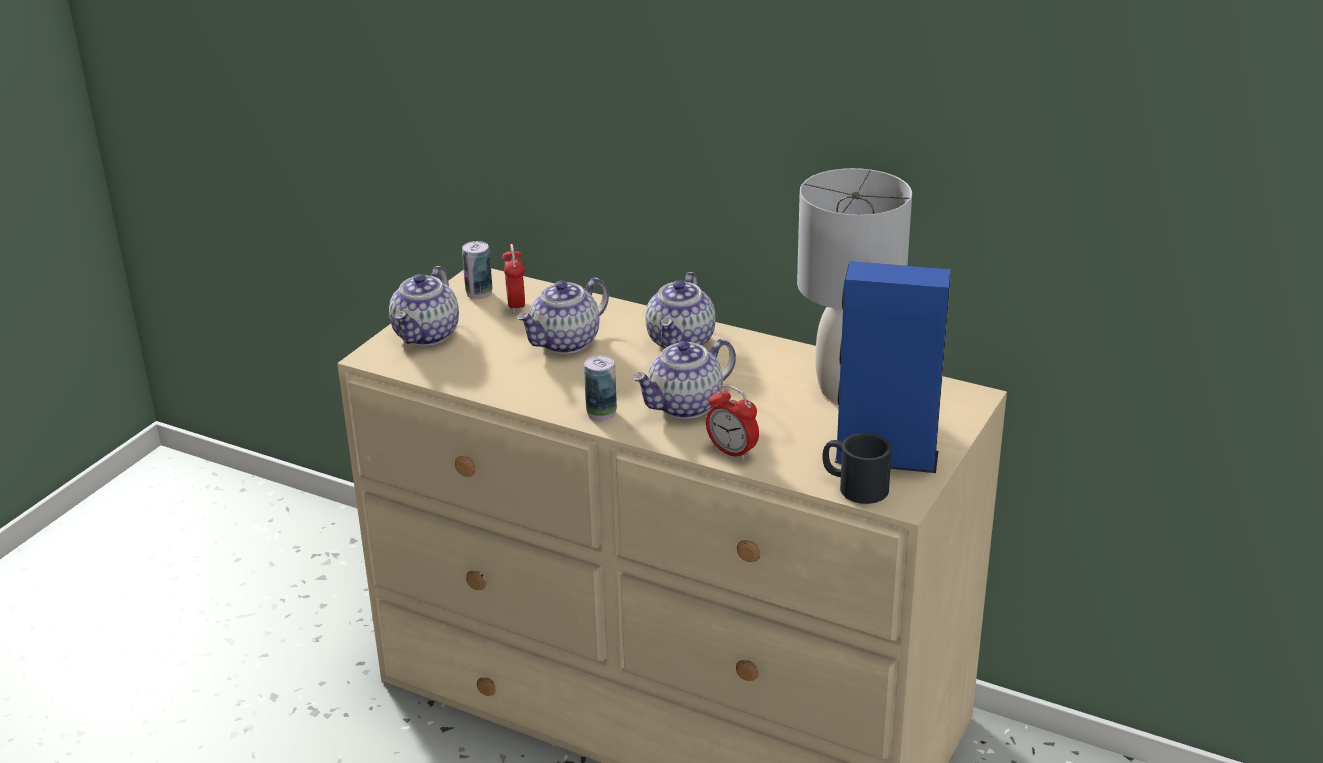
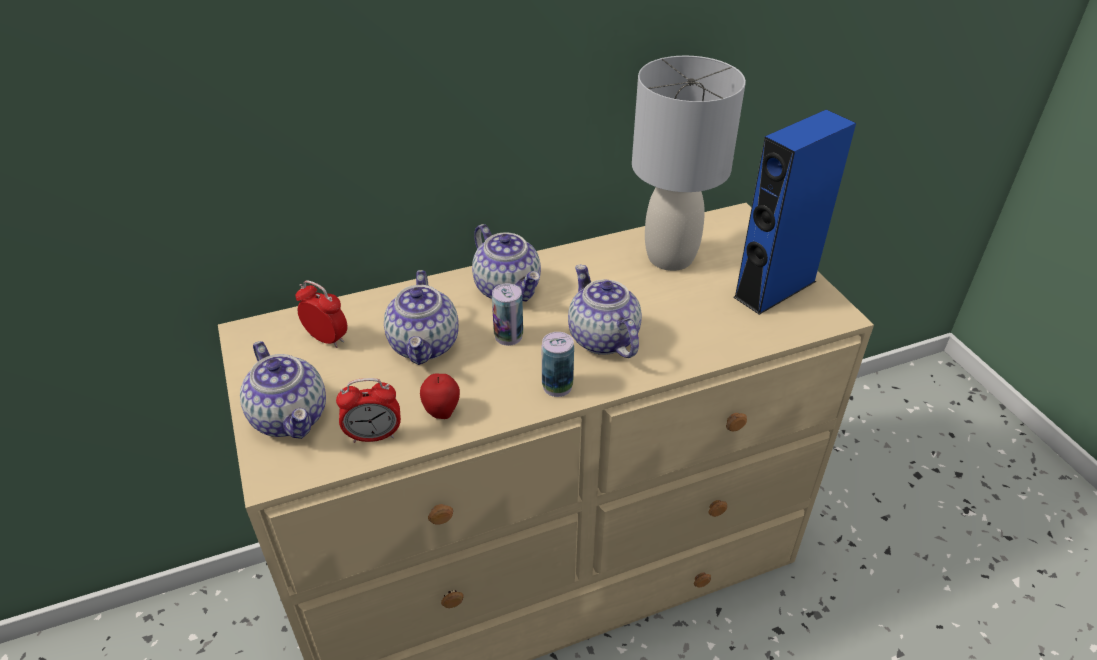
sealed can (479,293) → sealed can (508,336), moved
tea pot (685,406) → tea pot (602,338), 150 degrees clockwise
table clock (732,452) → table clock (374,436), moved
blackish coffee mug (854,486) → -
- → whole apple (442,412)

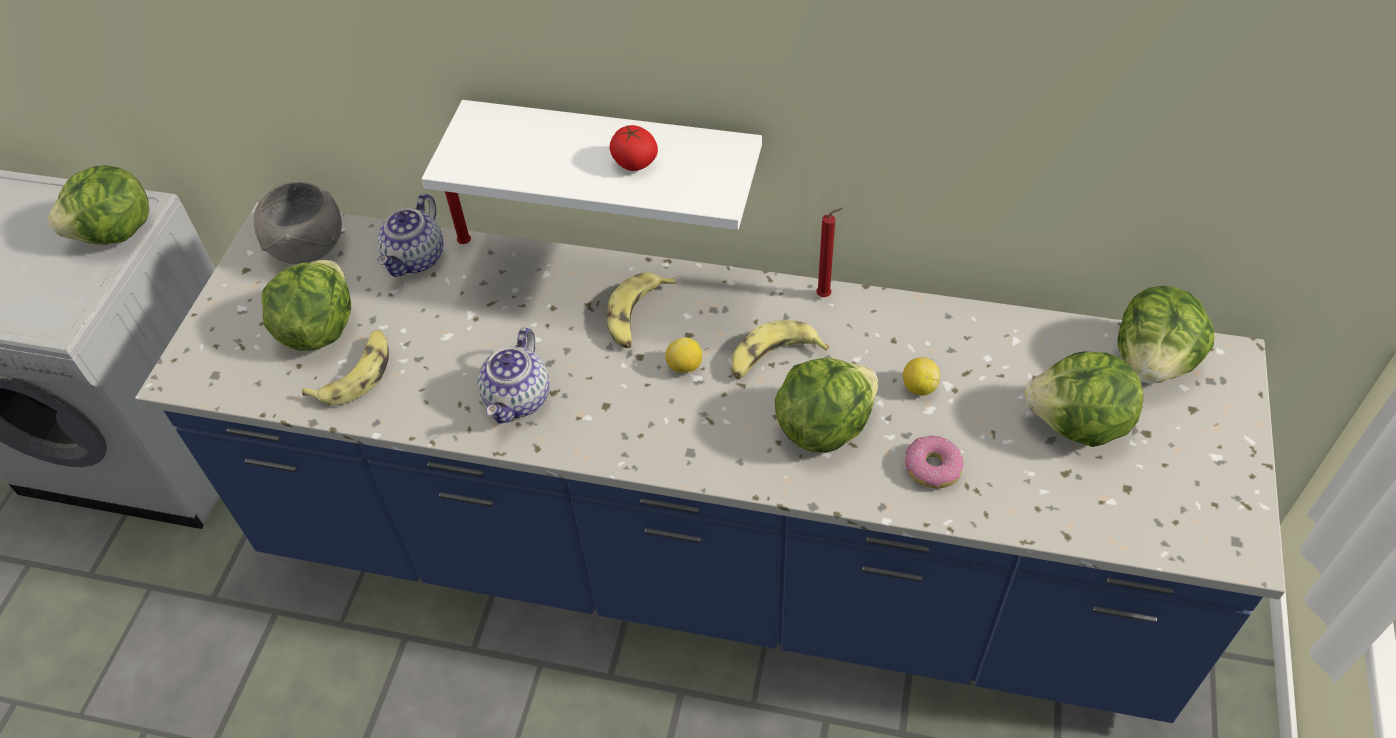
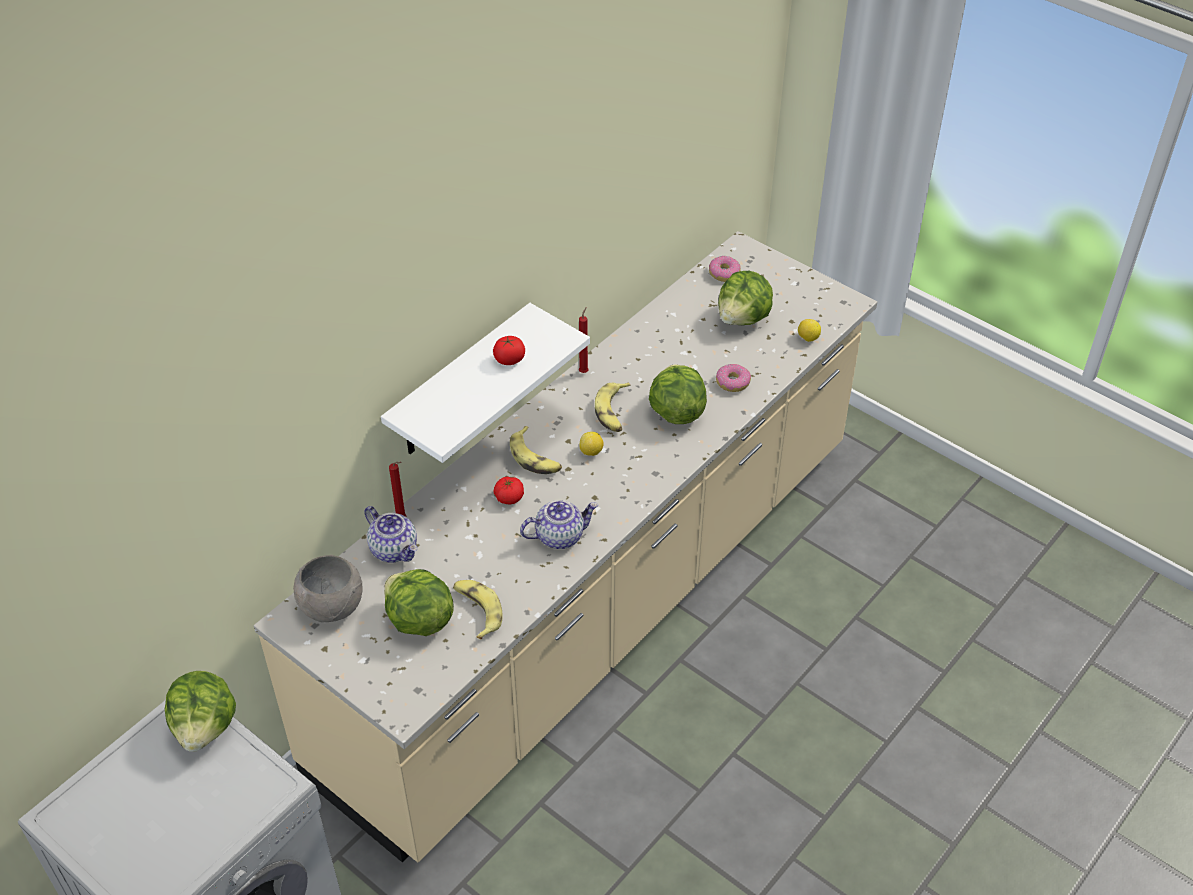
bluish kitchen counter (709,560) → sand-coloured kitchen counter (596,605)
head of lettuce (1153,361) → donut (724,273)
tea pot (518,399) → tea pot (560,535), 60 degrees counterclockwise
lemon (919,387) → lemon (808,338), moved
- → tomato (509,497)

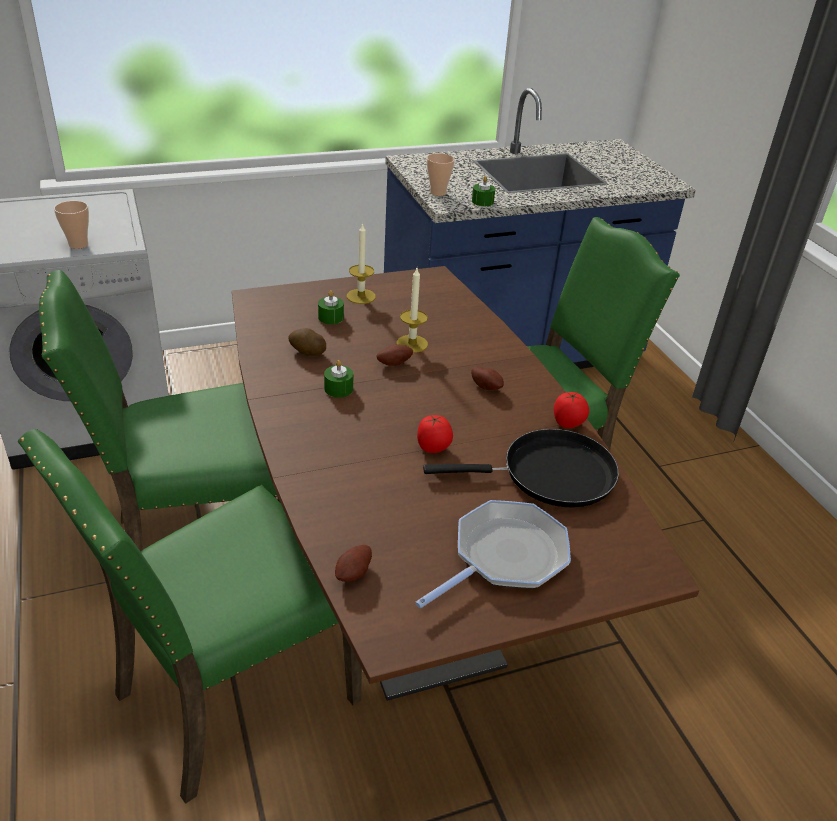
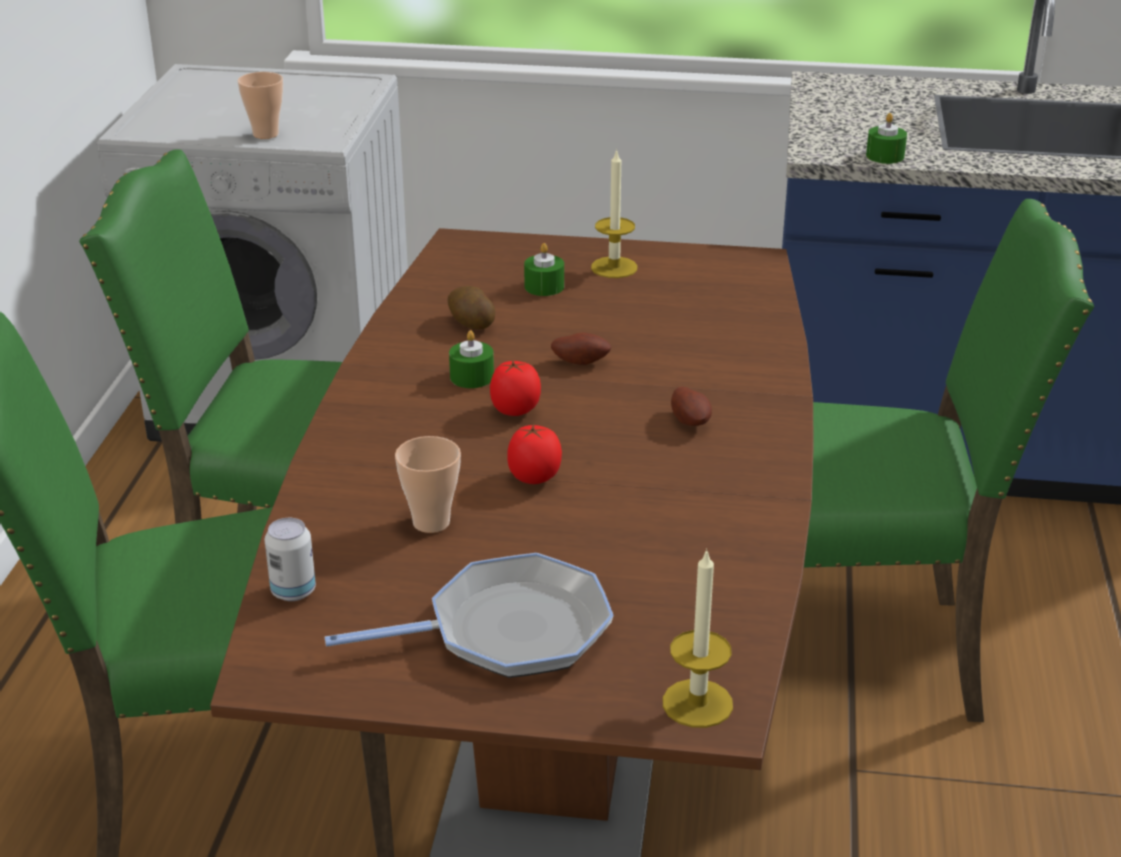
cup (438,193) → cup (431,522), moved
wax light (412,344) → wax light (697,703), moved
tomato (568,424) → tomato (516,411), moved
blackish pan (550,474) → -
spud (354,573) → sealed can (293,591)

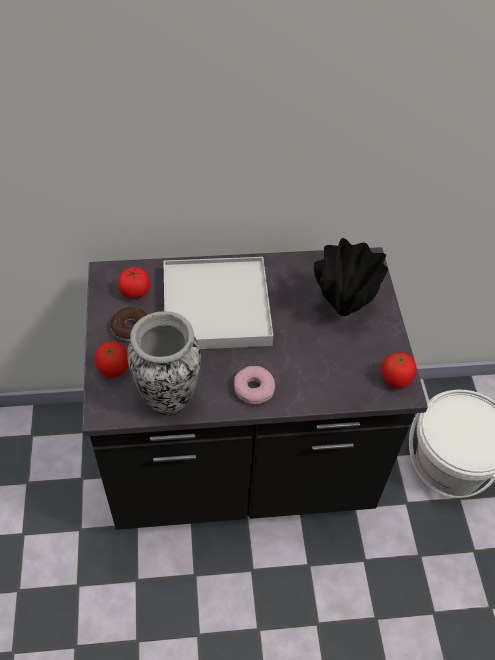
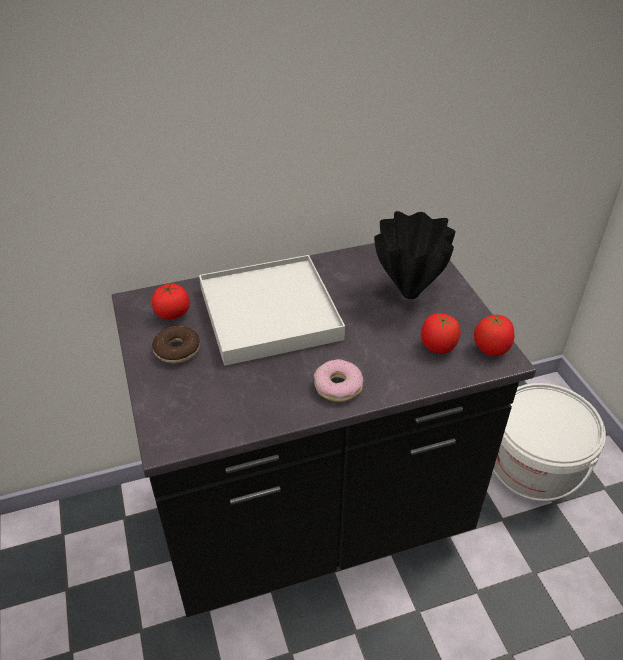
vase (169,398) → -
tomato (113,369) → tomato (437,347), moved

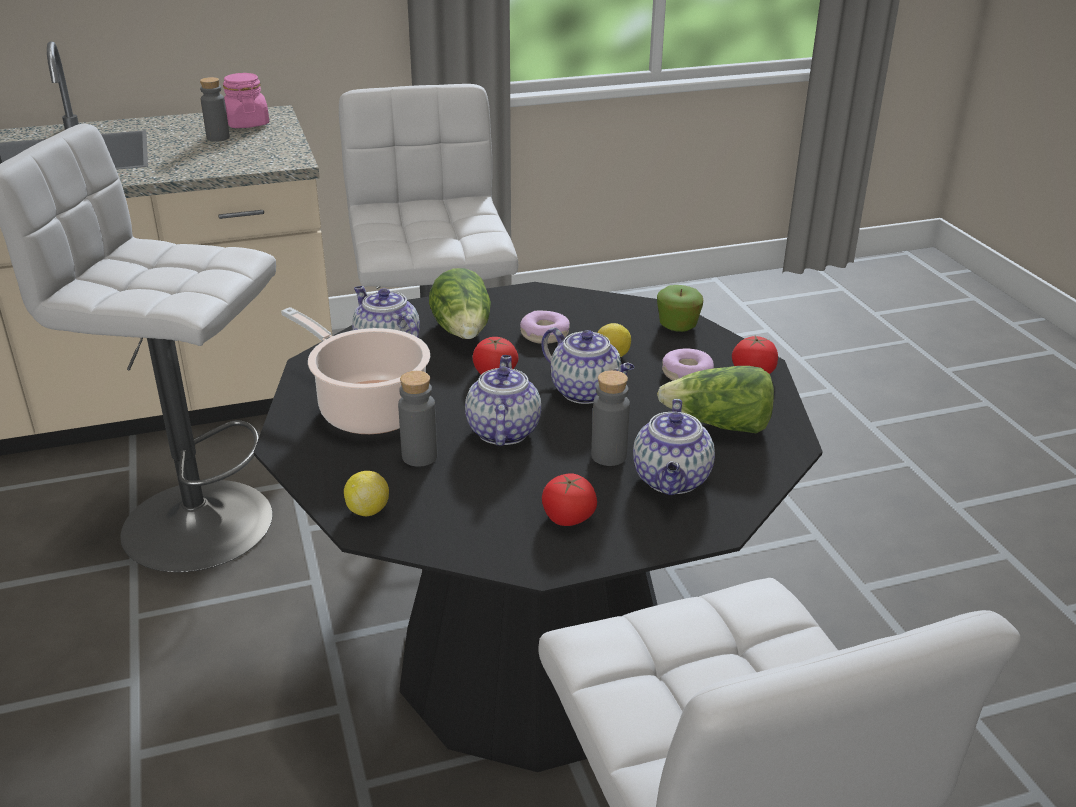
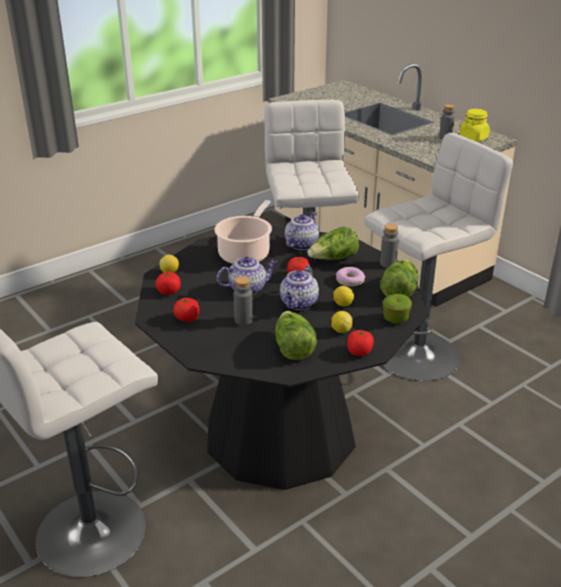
pinkish storage jar (247,124) → yellow-coloured storage jar (473,138)
donut (687,374) → lemon (341,330)
greyish bottle (419,456) → greyish bottle (388,263), moved
tea pot (672,480) → -
- → head of lettuce (398,291)
- → tomato (169,291)

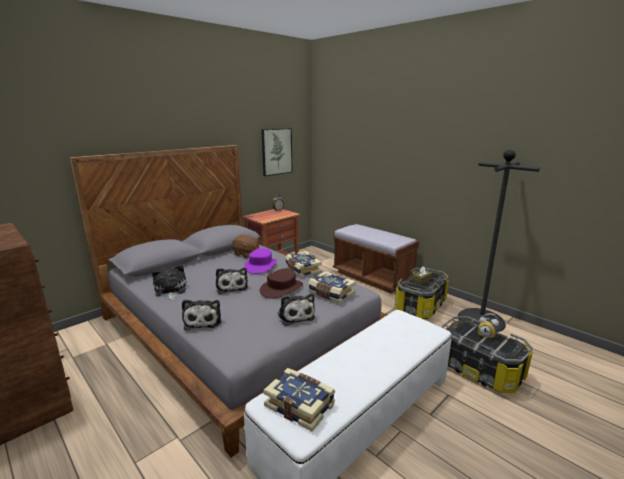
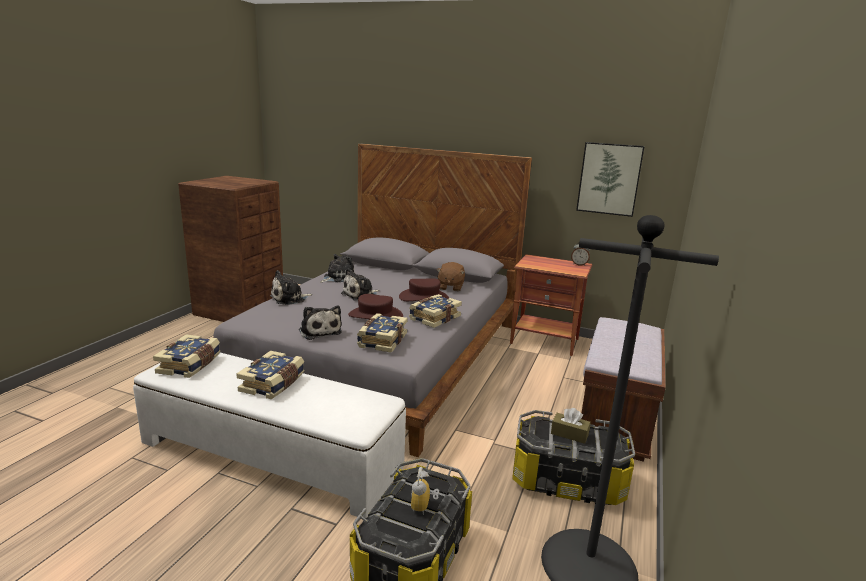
purplish wearable hat (260,265) → brown wearable hat (424,297)
cuddly toy (295,315) → cuddly toy (319,331), 75 degrees counterclockwise
- → bound book (273,384)

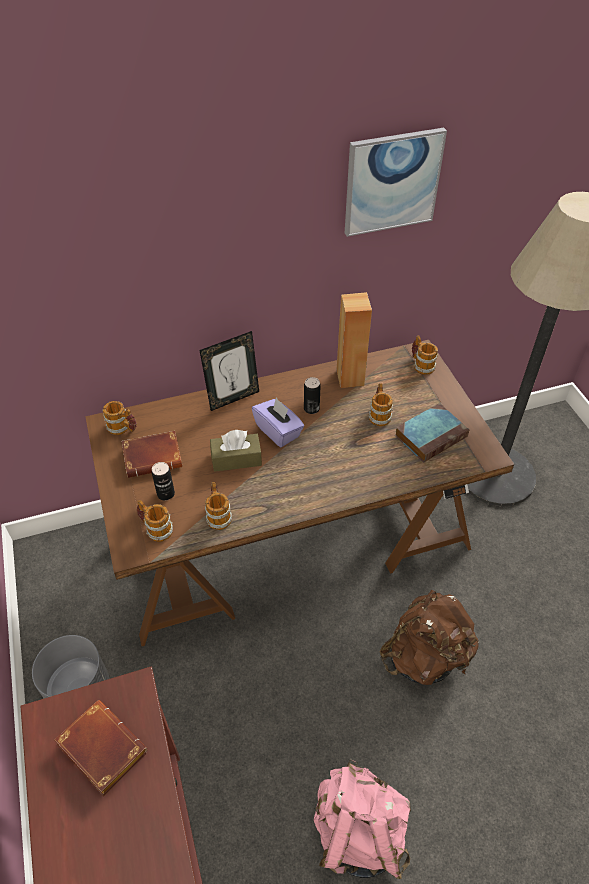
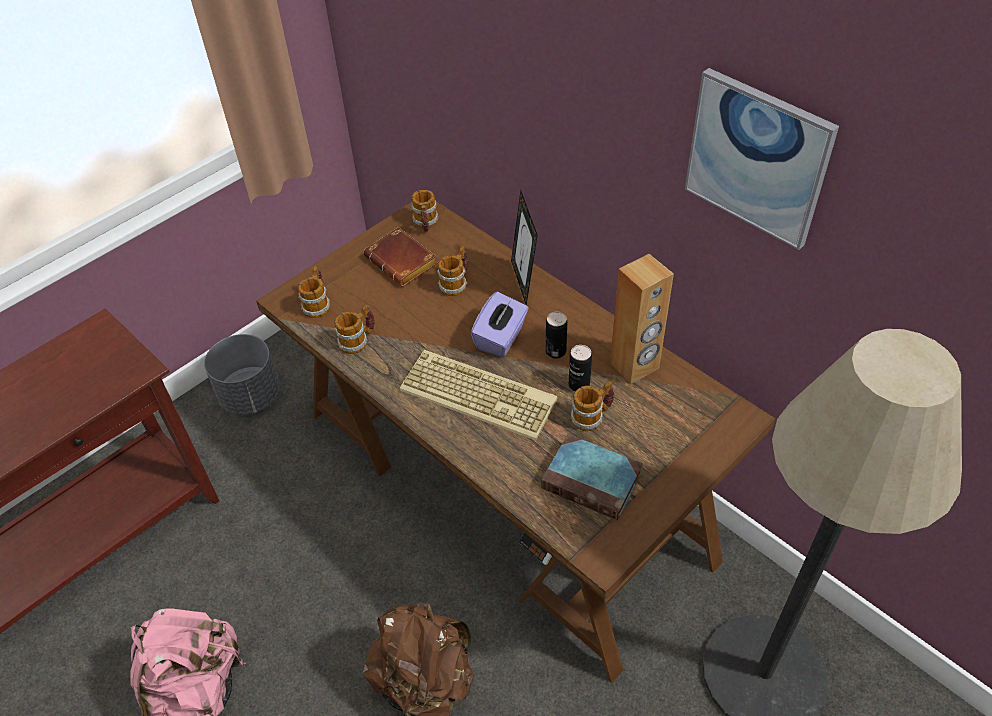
photo frame (233,398) → photo frame (523,282), 45 degrees clockwise
coffee mug (421,365) → coffee mug (456,283), moved
brown box of tissues (236,459) → -
sealed can (166,494) → sealed can (579,385), moved
brown bound book (99,749) → -
- → keyboard (480,394)

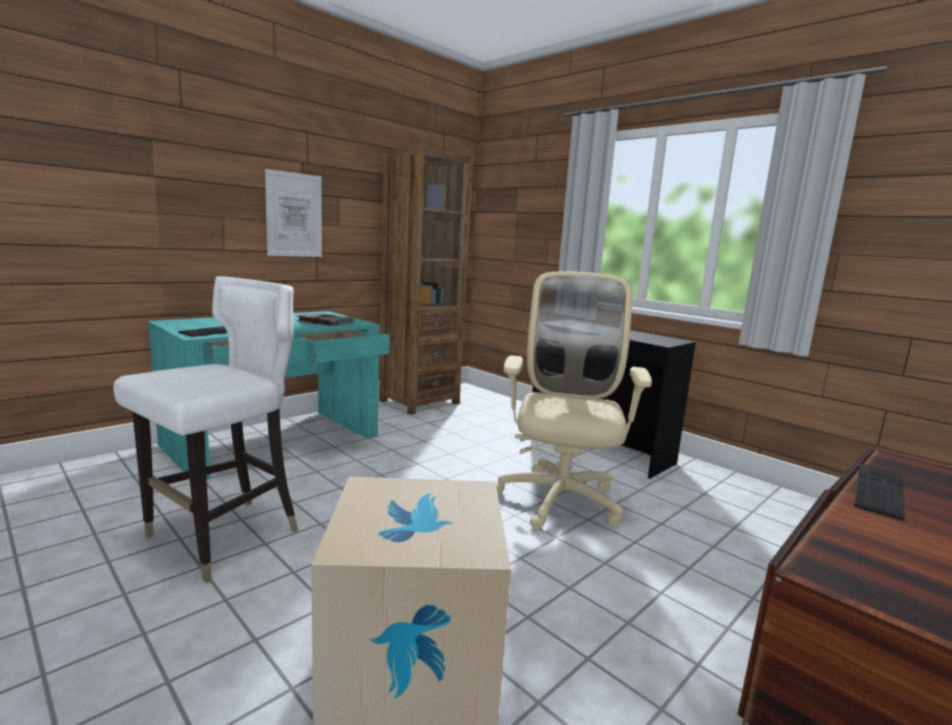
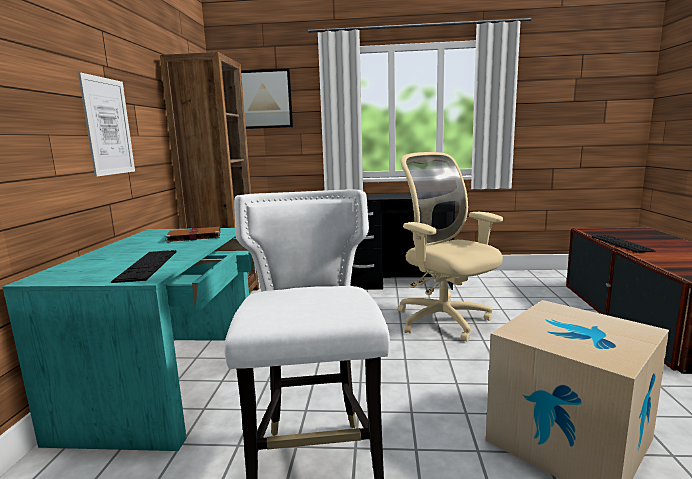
greyish bound book (324,321) → brown bound book (193,236)
- → wall picture (264,99)

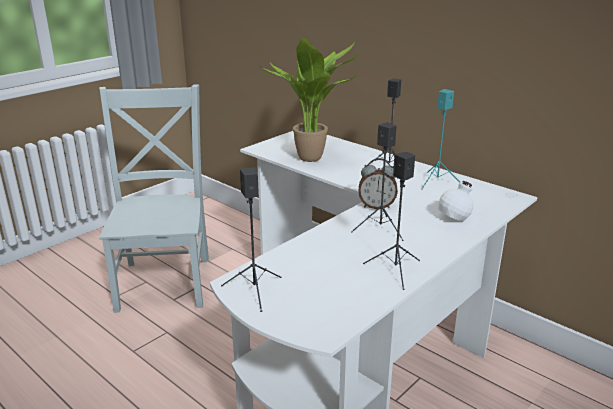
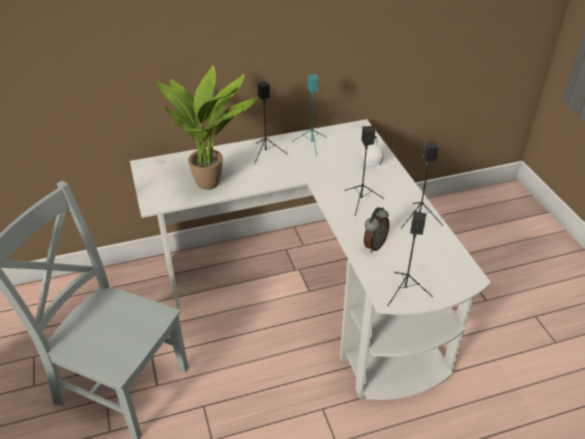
table clock (376,206) → table clock (374,245), moved

